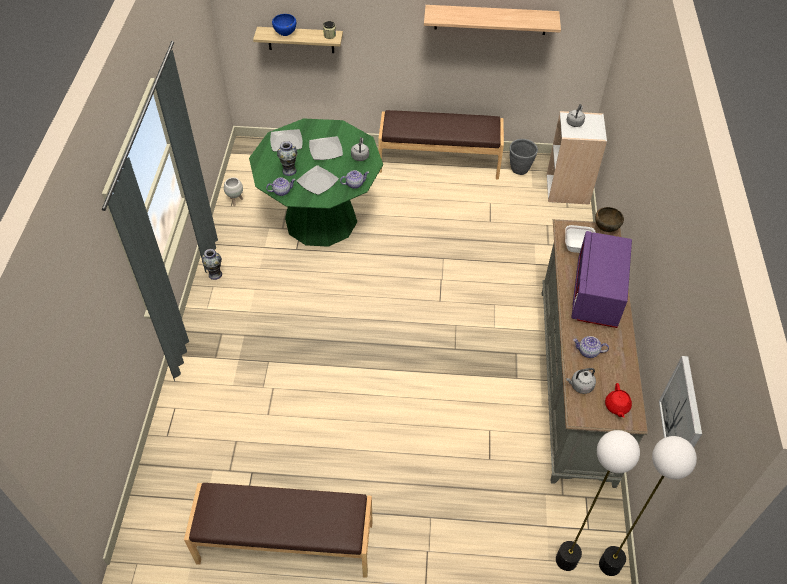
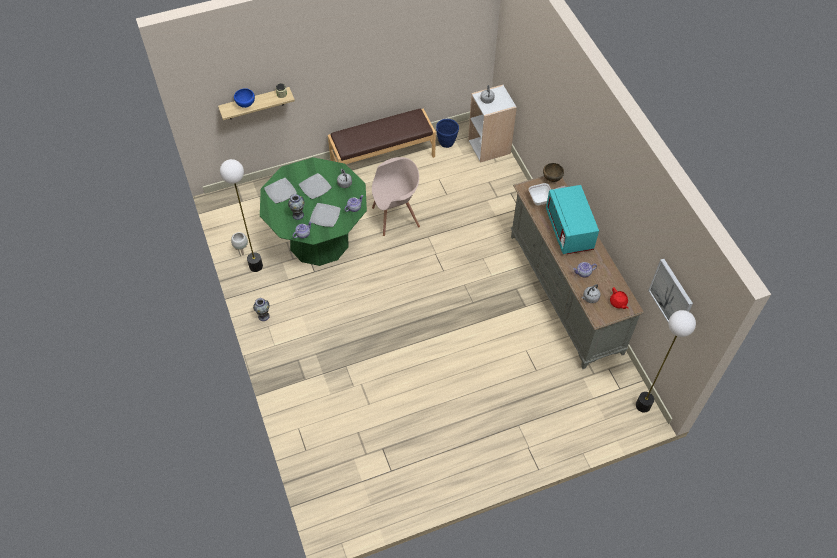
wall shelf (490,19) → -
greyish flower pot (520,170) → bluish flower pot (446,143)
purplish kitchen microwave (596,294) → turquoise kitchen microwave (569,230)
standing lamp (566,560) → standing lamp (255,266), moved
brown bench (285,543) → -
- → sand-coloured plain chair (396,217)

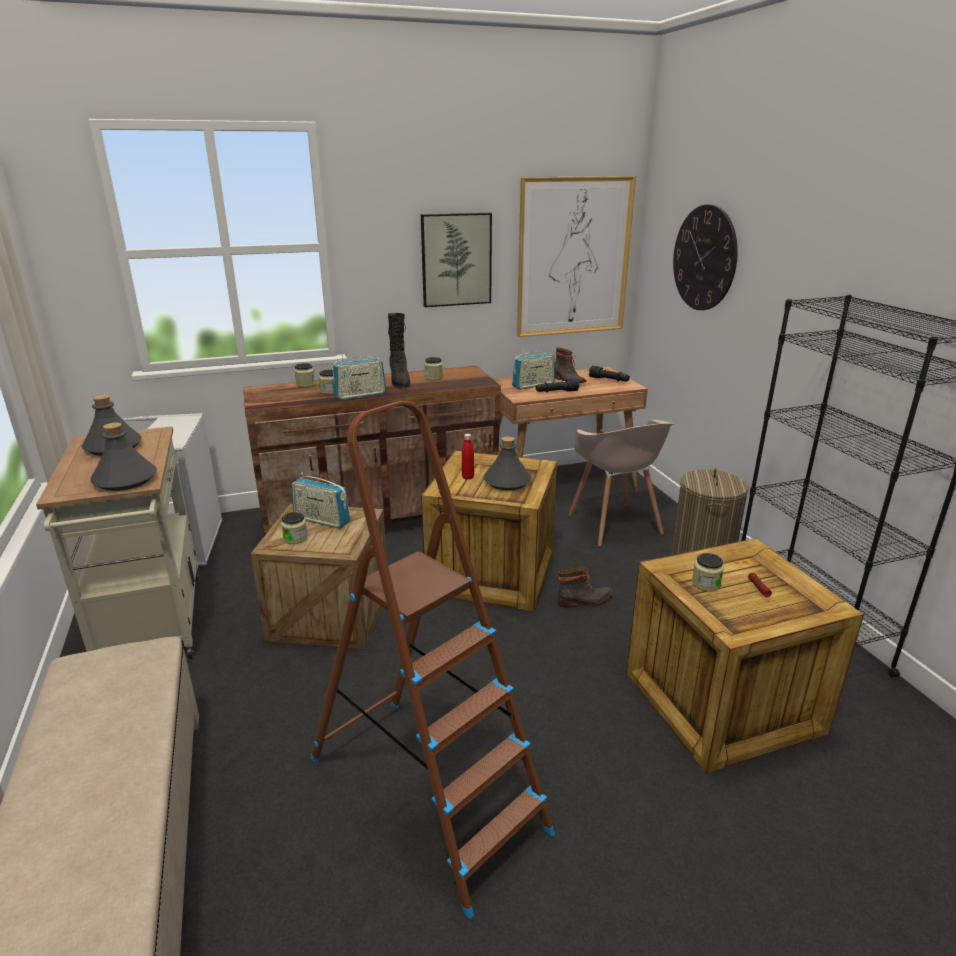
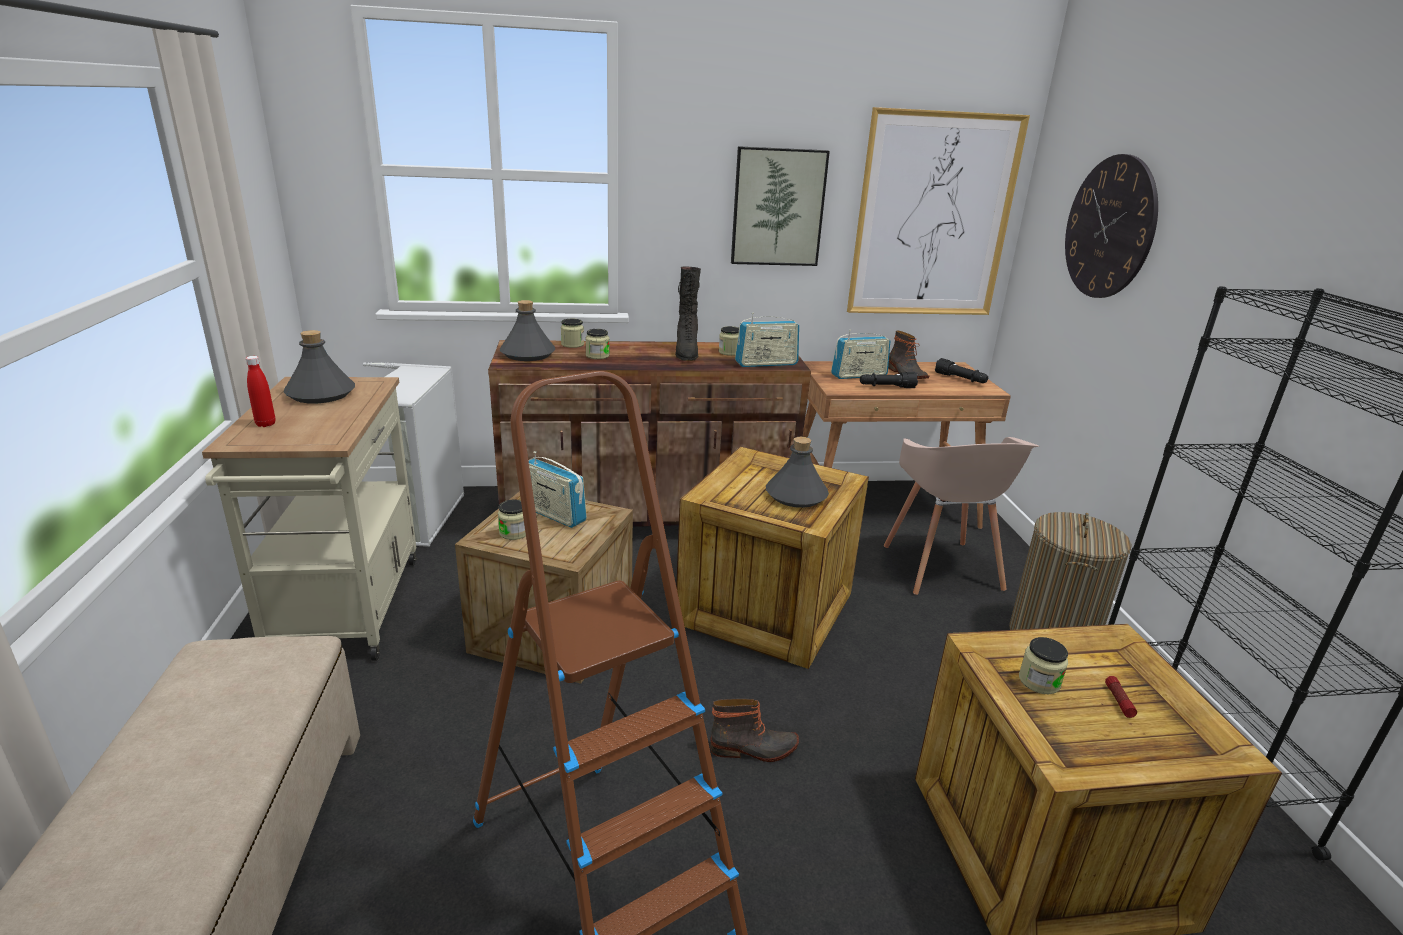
radio receiver (360,395) → radio receiver (766,364), moved
greyish bottle (125,480) → greyish bottle (527,354), moved
red bottle (468,477) → red bottle (265,424), moved
boot (585,601) → boot (754,749), moved

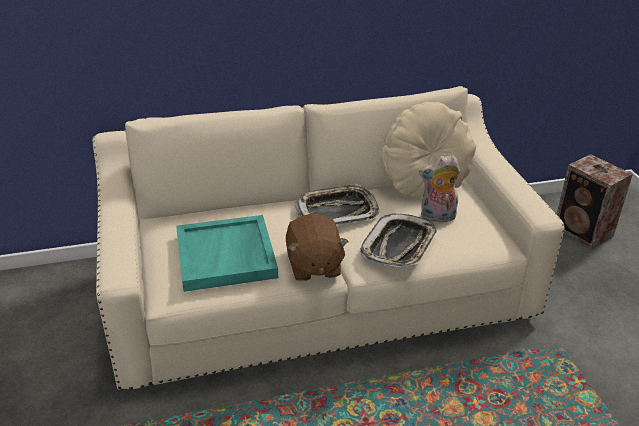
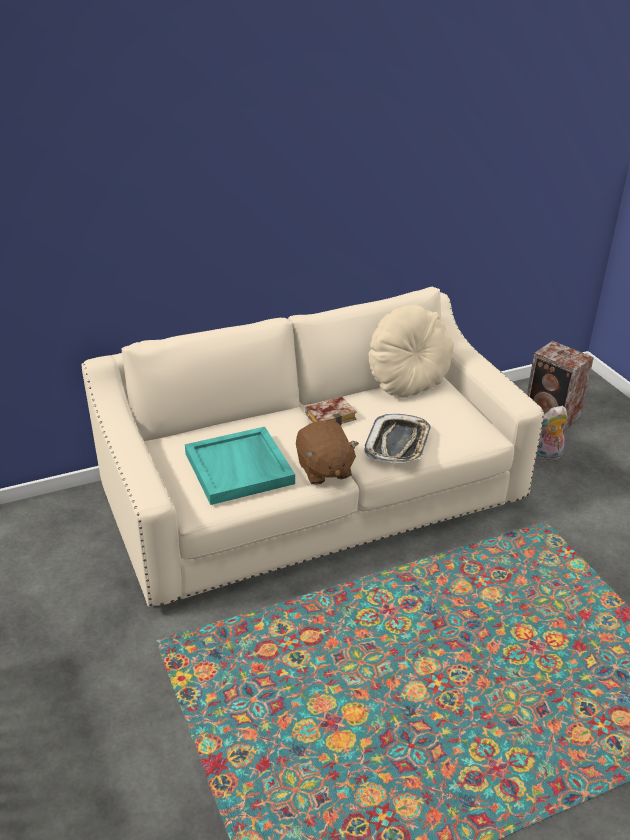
cuddly toy (437,217) → cuddly toy (547,456), moved
serving tray (337,210) → bound book (331,416)

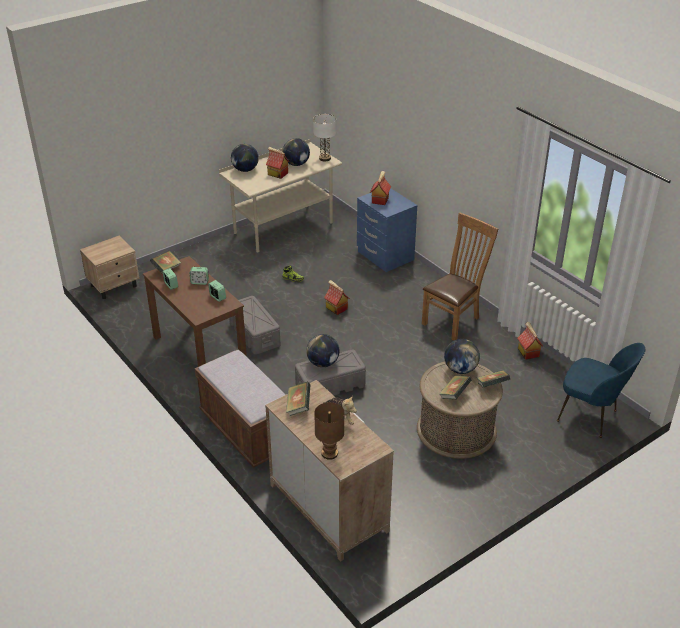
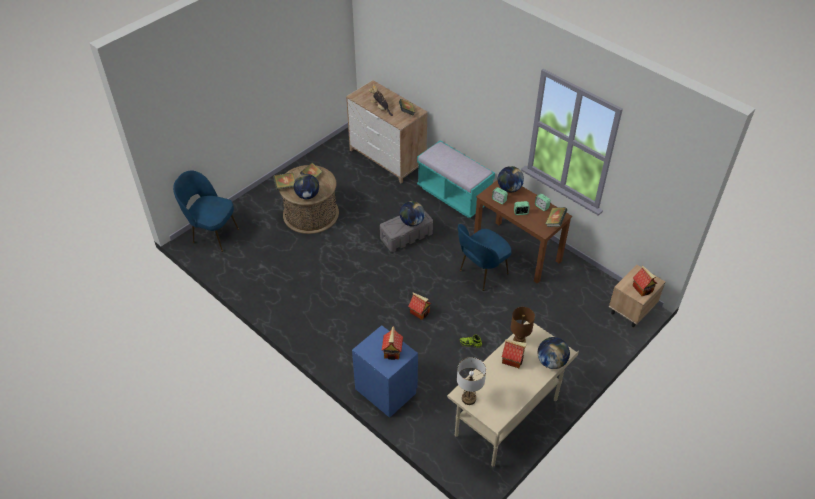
world globe (296,164) → world globe (509,188), moved
brown plain chair (454,320) → -
greyish storage container (254,334) → bluish plain chair (480,274)
toy house (528,352) → toy house (643,288), moved
brown bench (247,431) → turquoise bench (454,195)
brown table lamp (329,453) → brown table lamp (519,341), moved

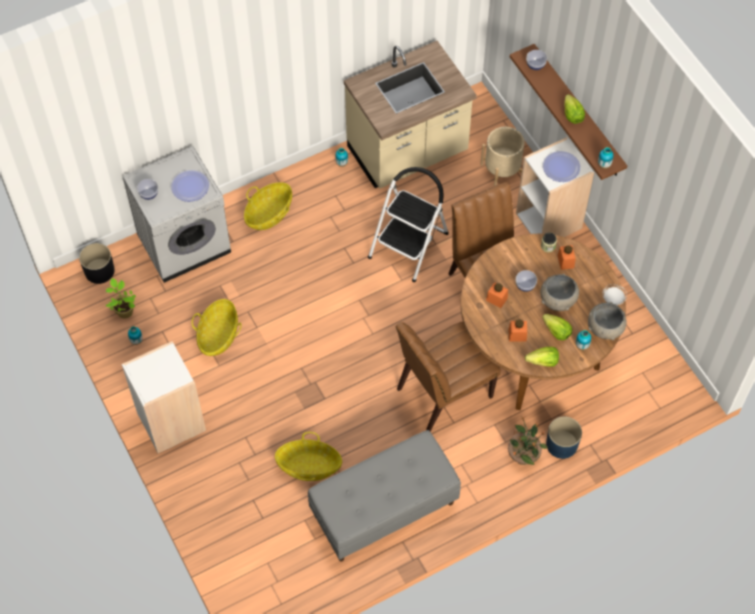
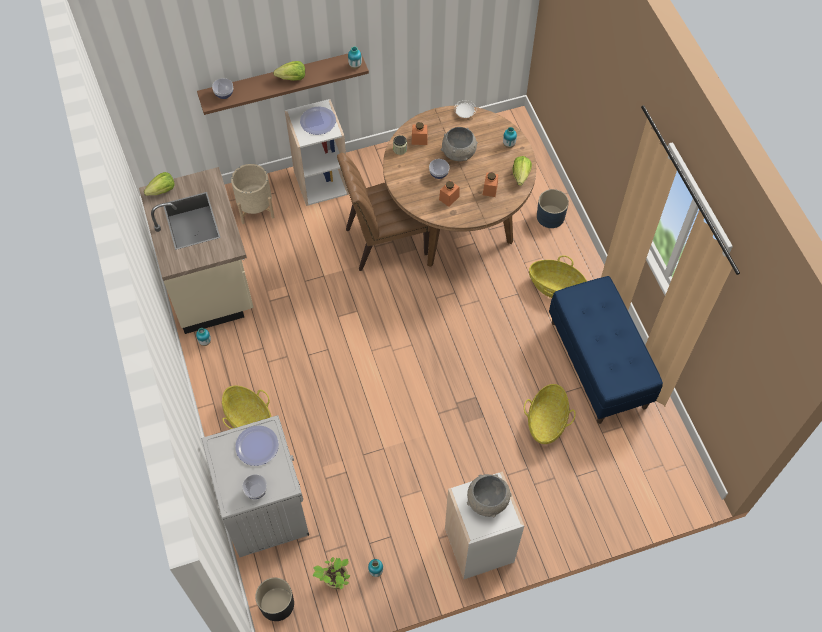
step stool (410,244) → -
basket (218,335) → basket (556,287), moved
greyish deep dish (605,328) → greyish deep dish (487,501), moved
head of lettuce (556,332) → head of lettuce (162,190), moved
brown plain chair (444,392) → -
plant in a pot (523,455) → -
greyish bench (383,510) → bluish bench (599,364)

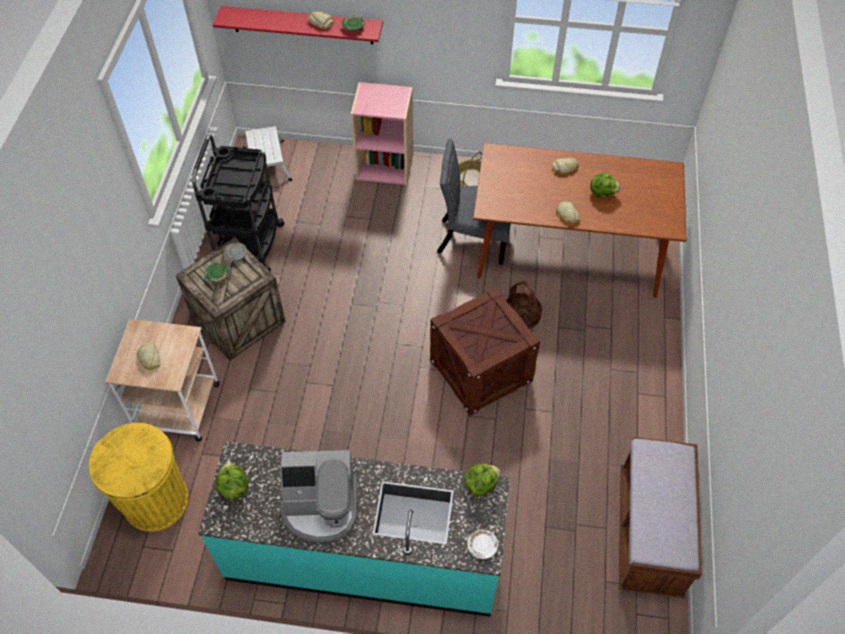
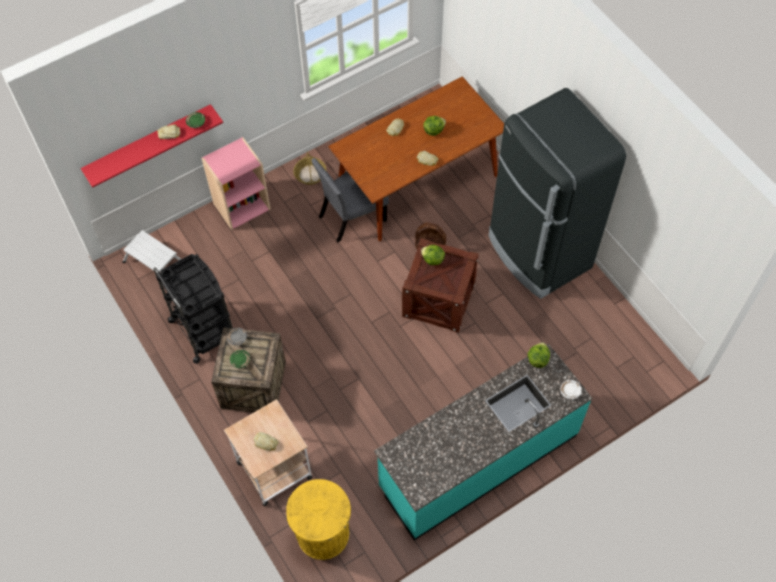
brown bench (649,532) → -
coffee machine (321,507) → -
head of lettuce (233,487) → head of lettuce (432,260), moved
- → blackish fridge (538,253)

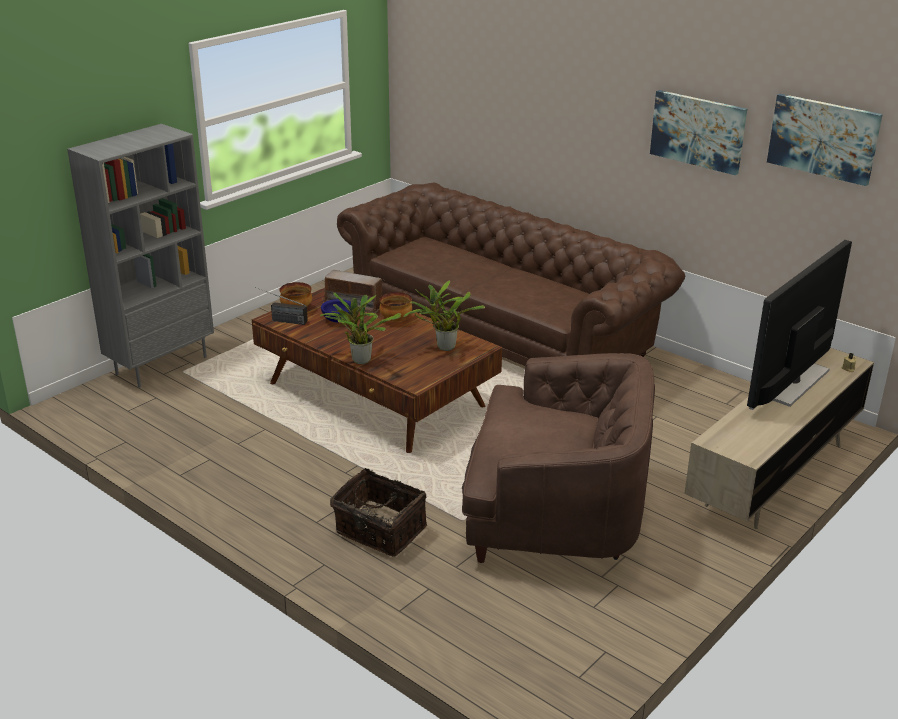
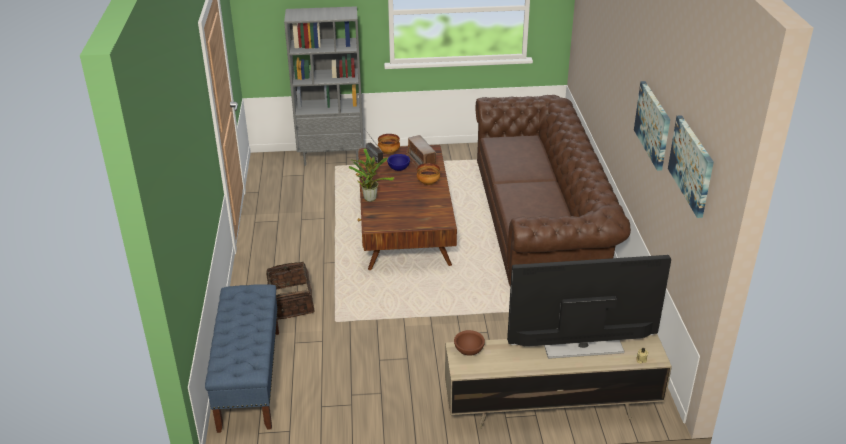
plant in a pot (443,347) → -
brown easy chair (554,513) → -
- → bluish bench (249,378)
- → brown deep dish (469,351)

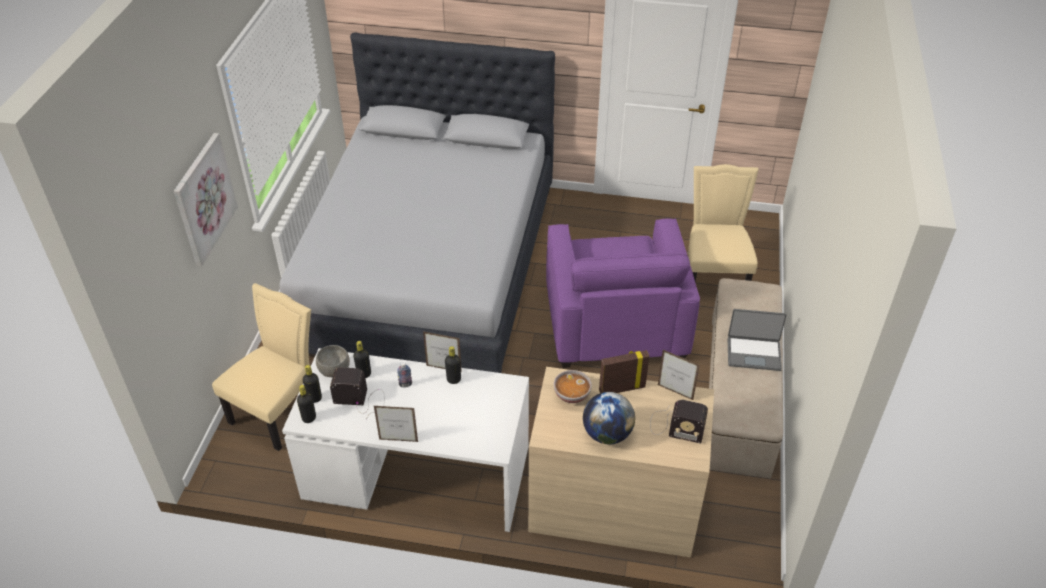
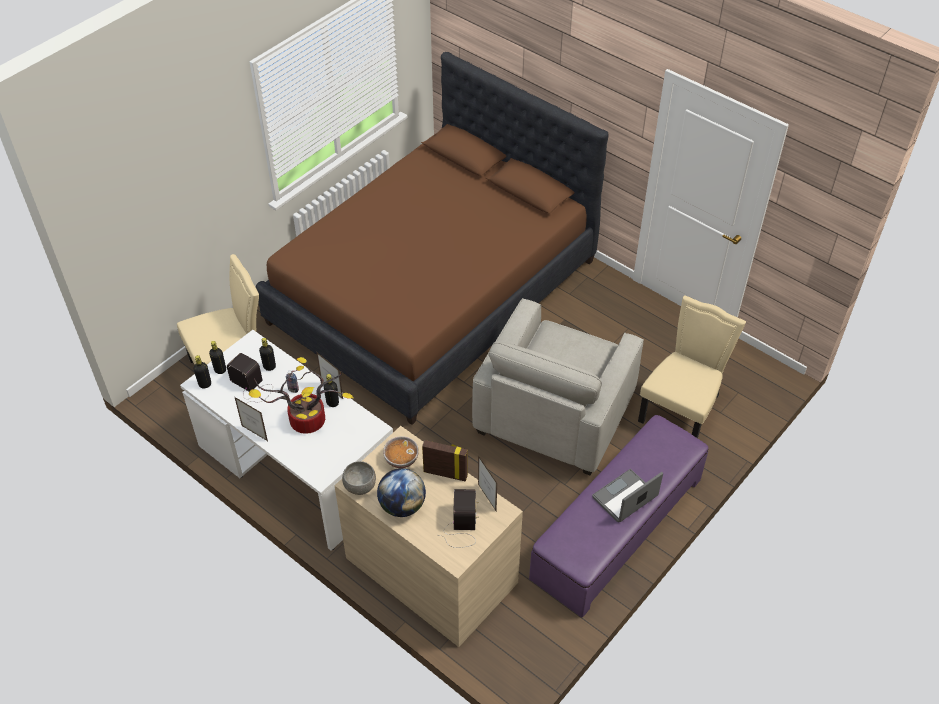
greyish bed (429,266) → brown bed (434,291)
wall picture (204,199) → -
purplish easy chair (614,323) → greyish easy chair (554,413)
sand-coloured bench (740,392) → purplish bench (617,529)
notebook computer (754,353) → notebook computer (625,498), 105 degrees clockwise
greyish deep dish (335,371) → greyish deep dish (360,487), moved
radio receiver (674,426) → radio receiver (461,527), 135 degrees counterclockwise
- → plant in a pot (305,423)

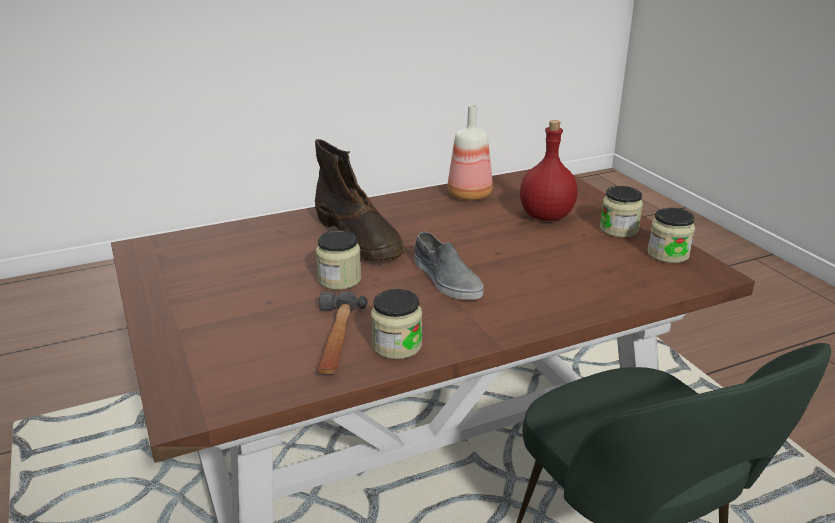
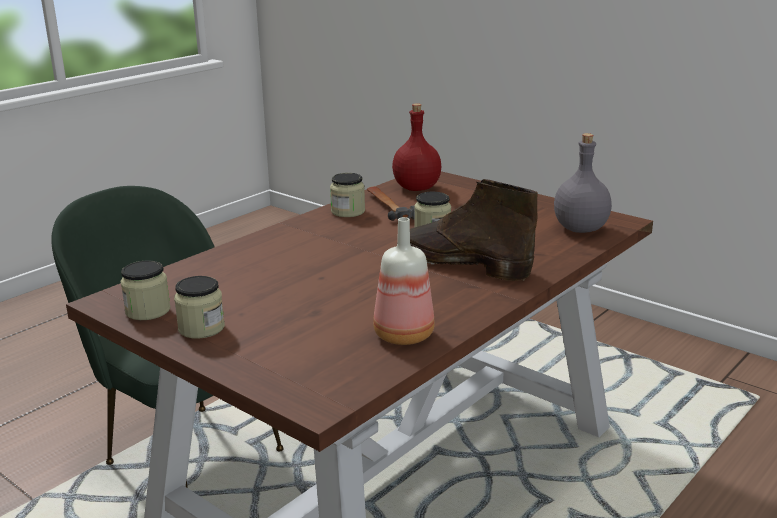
red bottle (545,217) → red bottle (417,188), moved
greyish item of footwear (446,279) → -
- → greyish bottle (580,228)

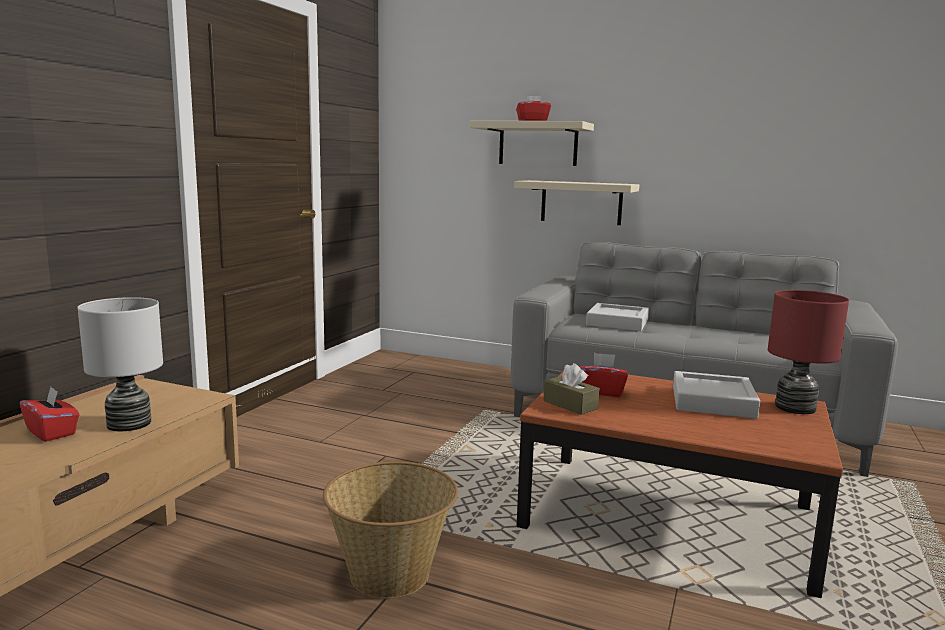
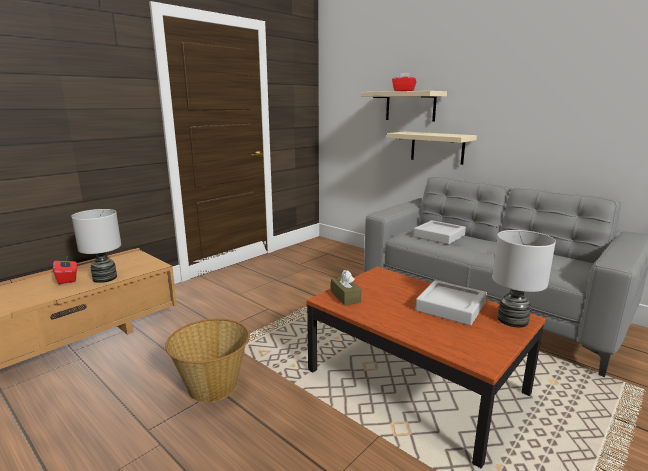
red table lamp (795,407) → greyish table lamp (513,320)
red box of tissues (601,391) → -

